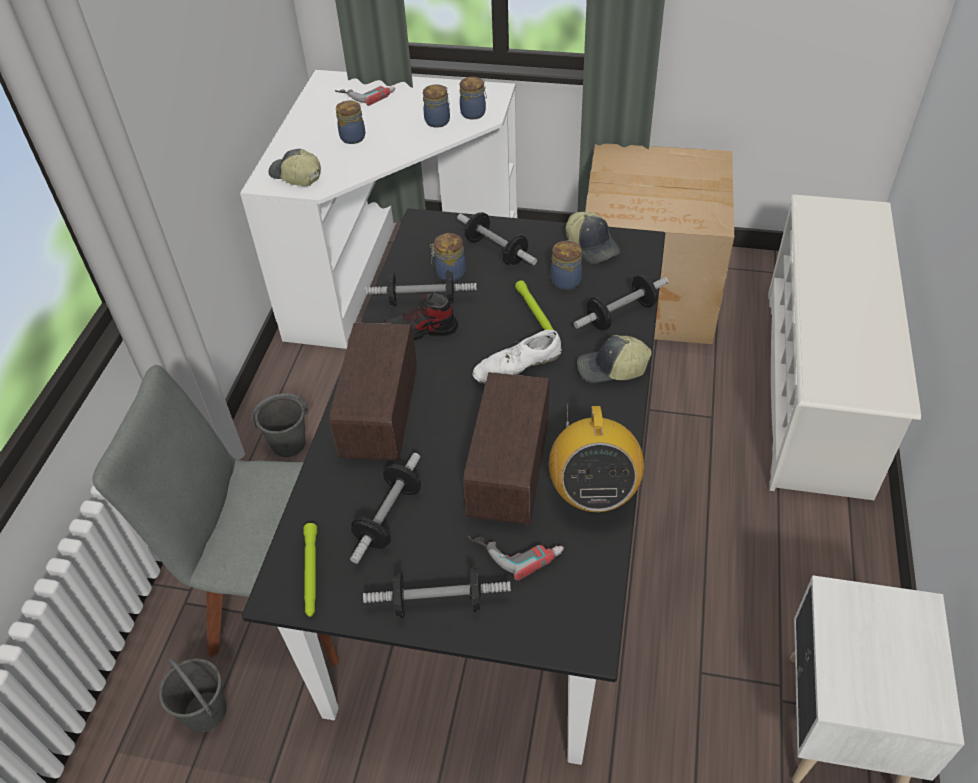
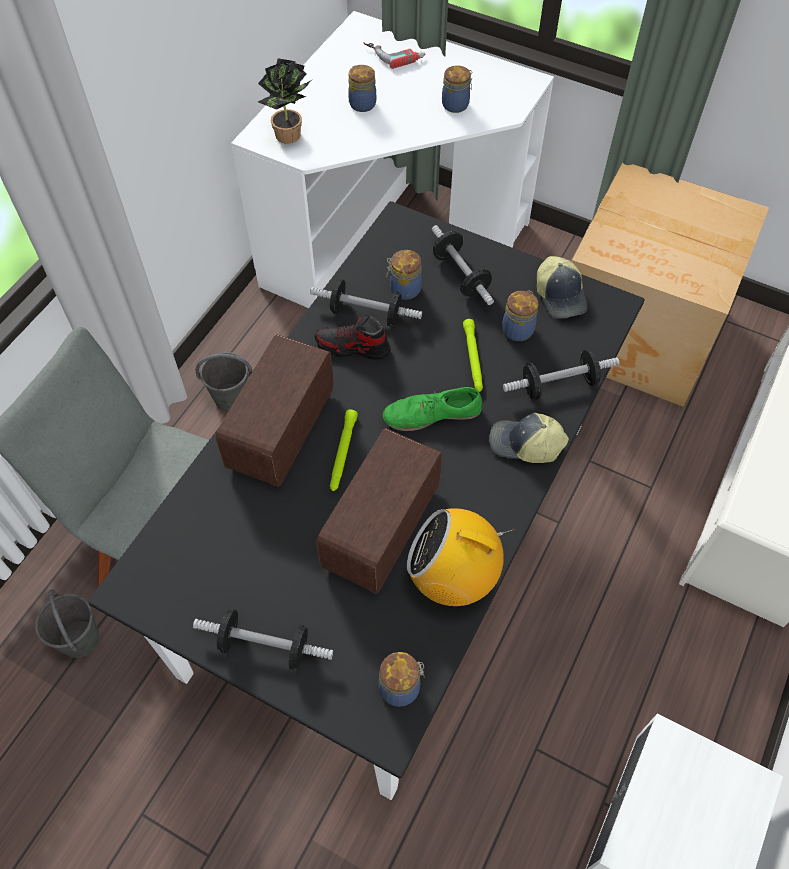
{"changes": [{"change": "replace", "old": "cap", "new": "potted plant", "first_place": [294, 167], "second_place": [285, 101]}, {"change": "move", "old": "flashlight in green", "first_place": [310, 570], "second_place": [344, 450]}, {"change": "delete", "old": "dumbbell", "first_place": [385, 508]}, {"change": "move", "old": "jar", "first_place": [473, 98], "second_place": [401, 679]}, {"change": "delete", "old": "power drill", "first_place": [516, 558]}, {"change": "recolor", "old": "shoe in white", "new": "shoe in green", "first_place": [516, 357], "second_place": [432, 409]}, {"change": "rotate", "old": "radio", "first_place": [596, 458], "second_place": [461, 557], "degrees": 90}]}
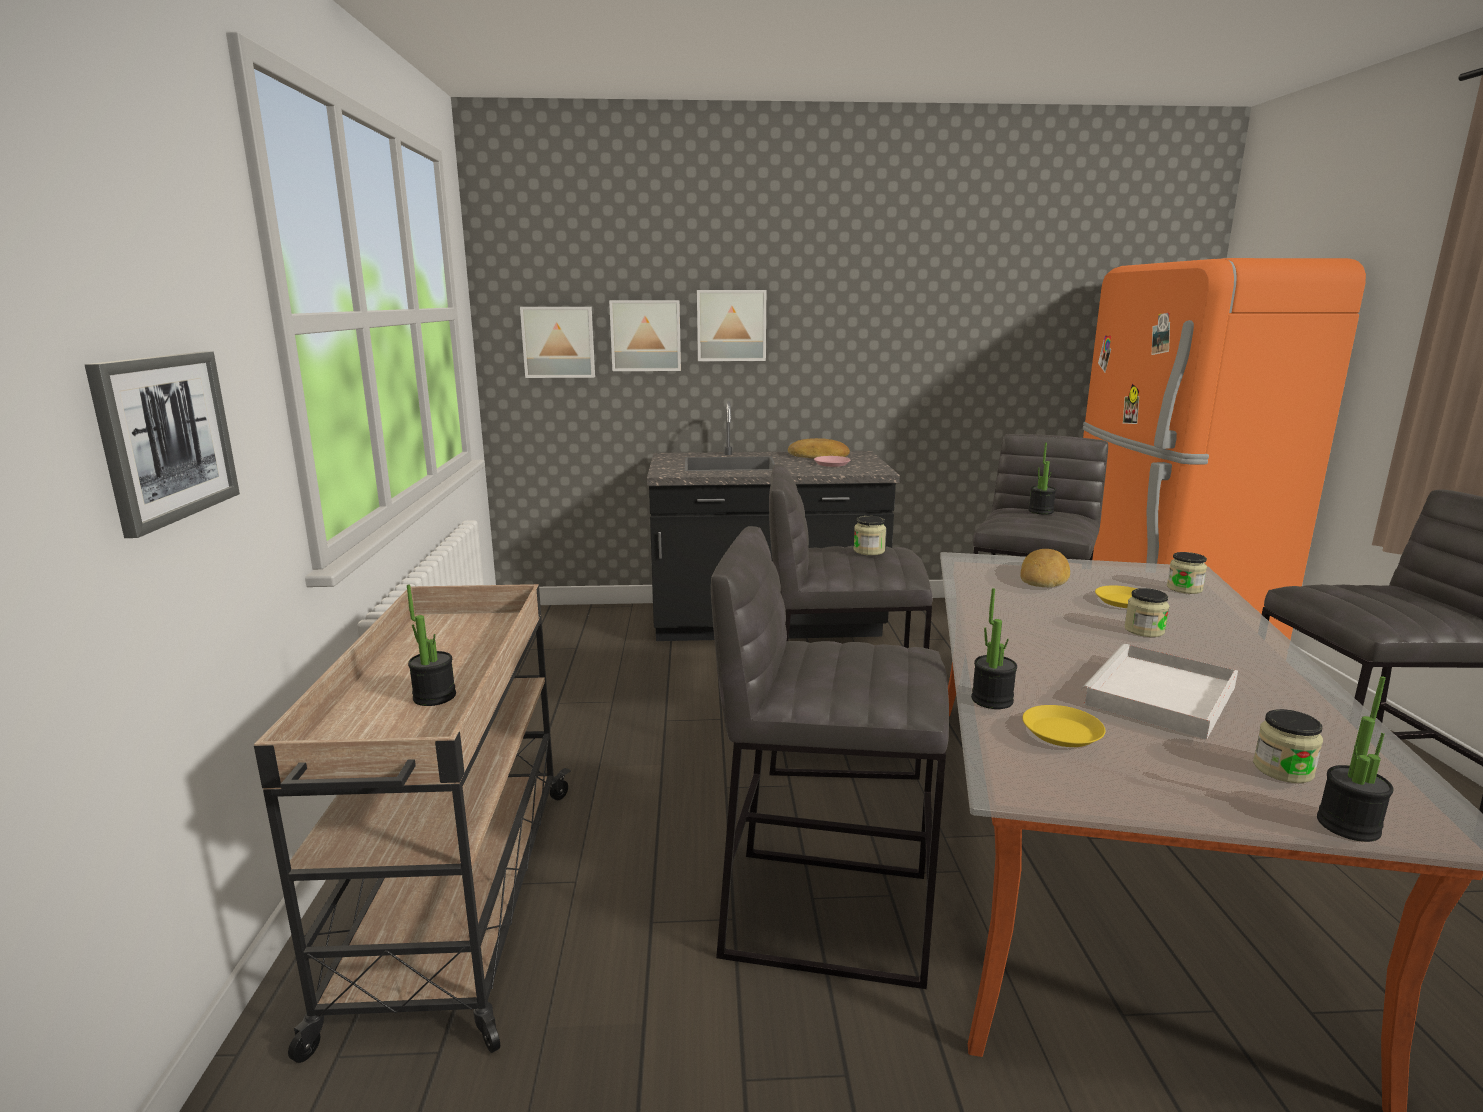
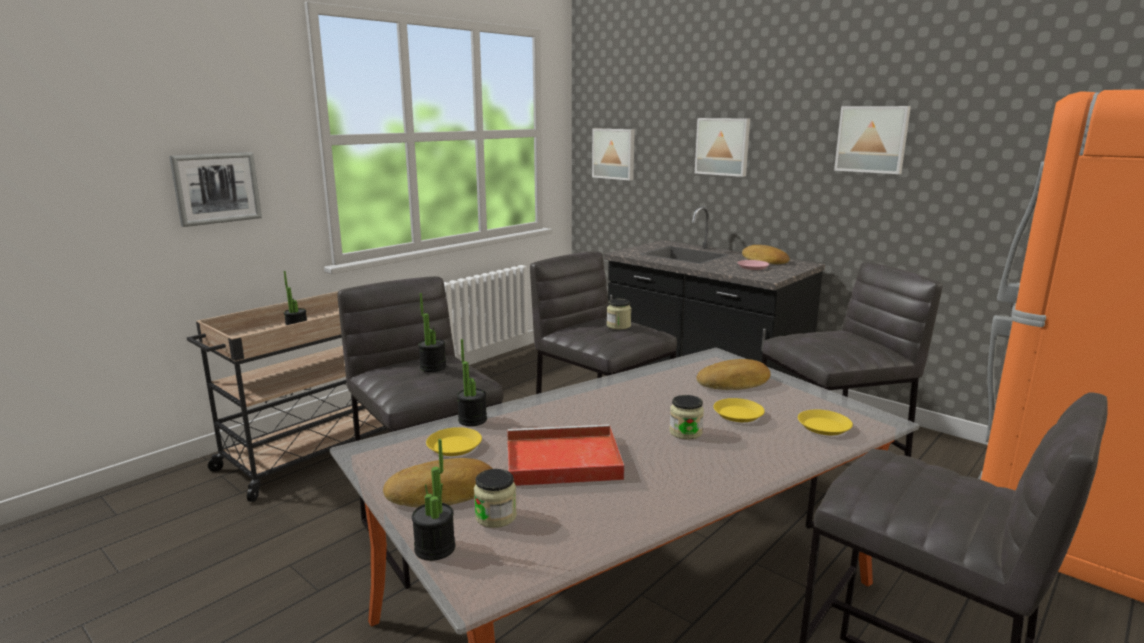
{"changes": [{"change": "move", "old": "picture", "first_place": [645, 335], "second_place": [872, 140]}, {"change": "move", "old": "potted plant", "first_place": [1042, 479], "second_place": [432, 332]}, {"change": "recolor", "old": "tray in white", "new": "tray in red", "first_place": [1159, 692], "second_place": [566, 455]}, {"change": "replace", "old": "jar", "new": "plate in yellow", "first_place": [1187, 573], "second_place": [825, 422]}, {"change": "insert", "new": "bread", "second_place": [438, 482]}]}
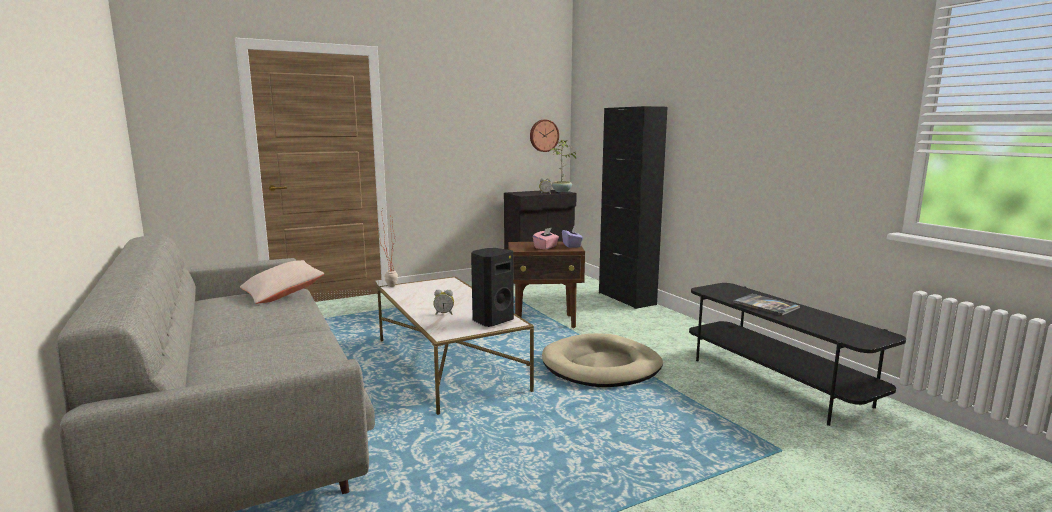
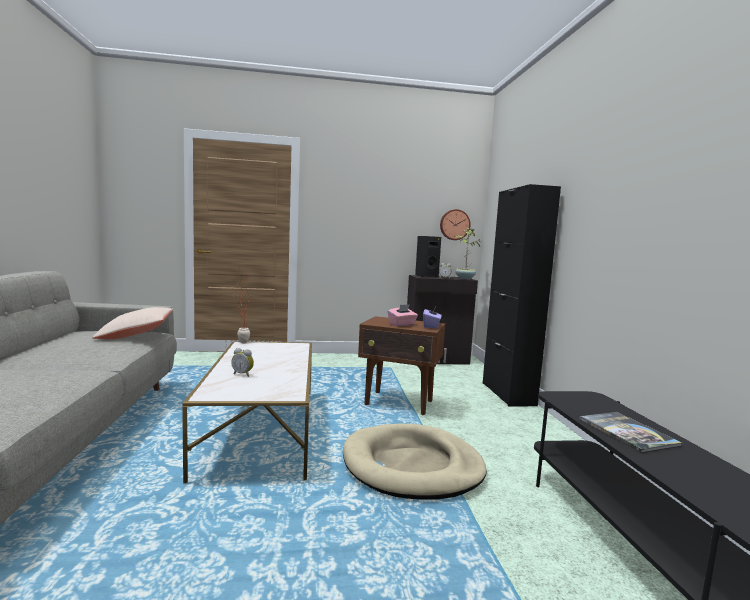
{"changes": [{"change": "move", "old": "speaker in black", "first_place": [492, 287], "second_place": [428, 256]}]}
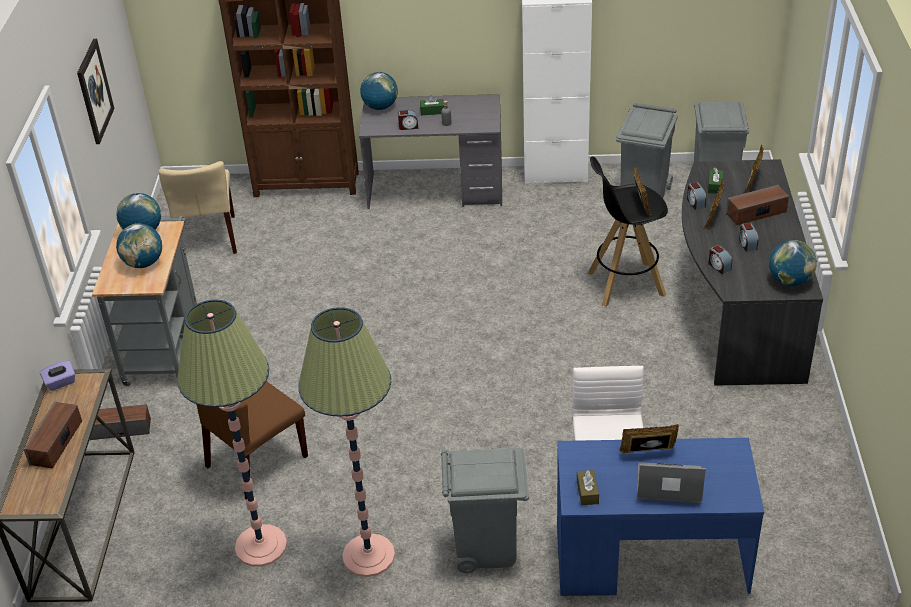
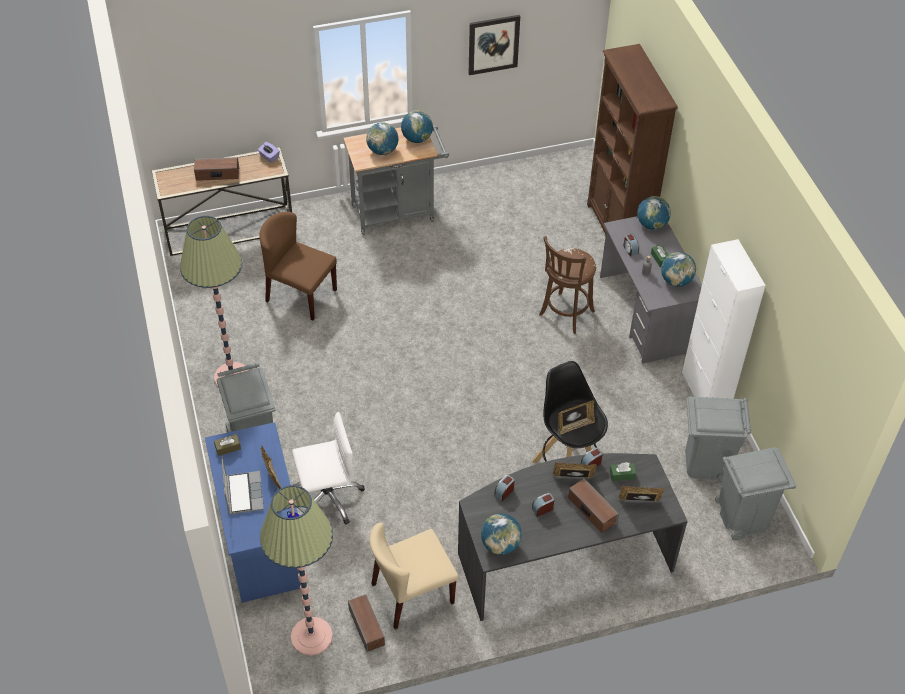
{"changes": [{"change": "move", "old": "speaker", "first_place": [120, 422], "second_place": [366, 623]}, {"change": "move", "old": "chair in beige", "first_place": [197, 207], "second_place": [414, 576]}, {"change": "move", "old": "floor lamp", "first_place": [232, 433], "second_place": [296, 570]}, {"change": "insert", "new": "stool in brown", "second_place": [567, 285]}, {"change": "insert", "new": "globe", "second_place": [678, 269]}]}
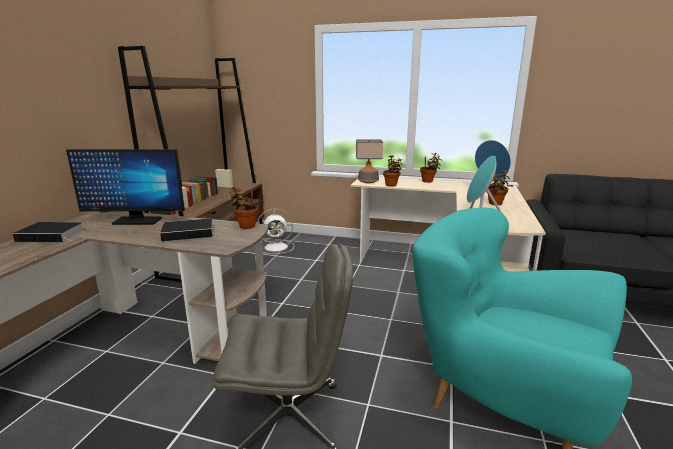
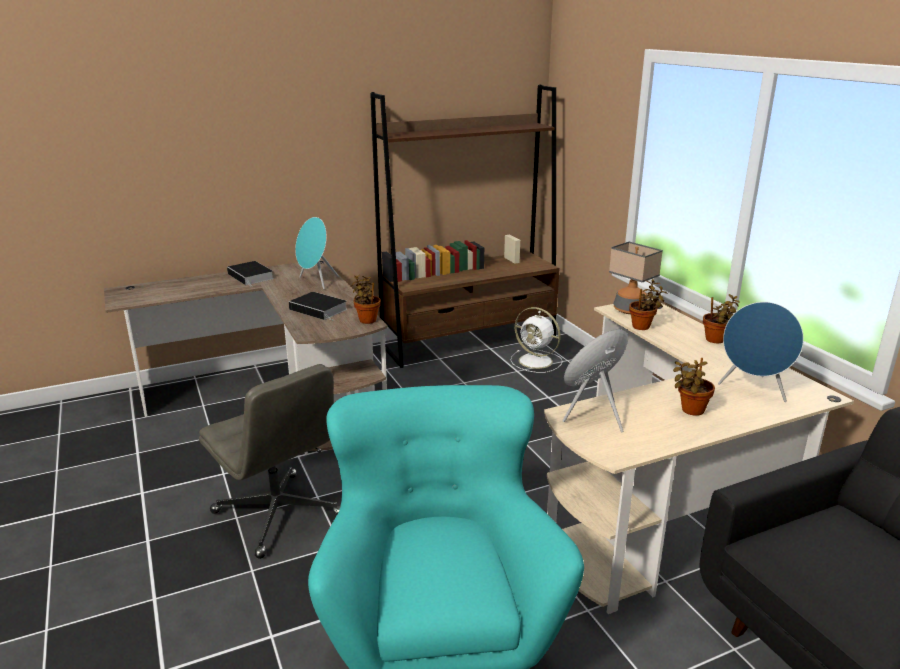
{"changes": [{"change": "replace", "old": "monitor", "new": "speaker in turquoise", "first_place": [125, 187], "second_place": [317, 253]}]}
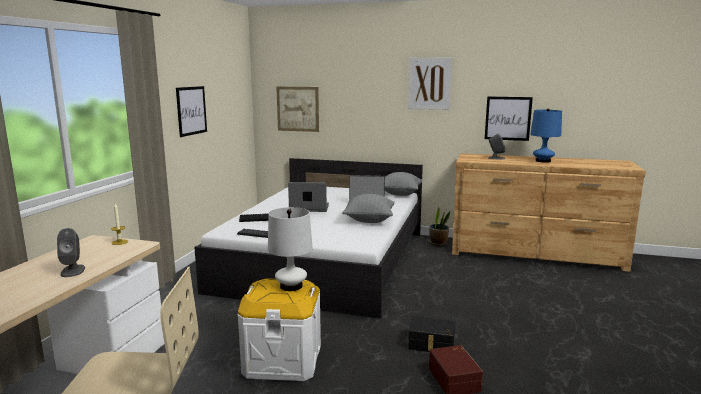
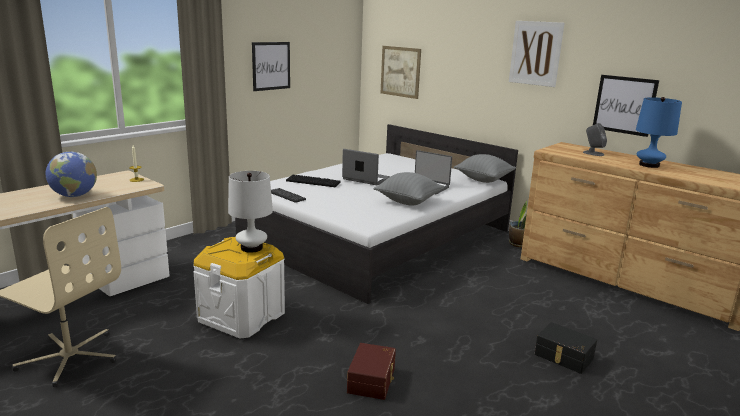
{"changes": [{"change": "replace", "old": "speaker in grey", "new": "globe", "first_place": [71, 252], "second_place": [71, 174]}, {"change": "move", "old": "storage box in black", "first_place": [431, 334], "second_place": [566, 348]}]}
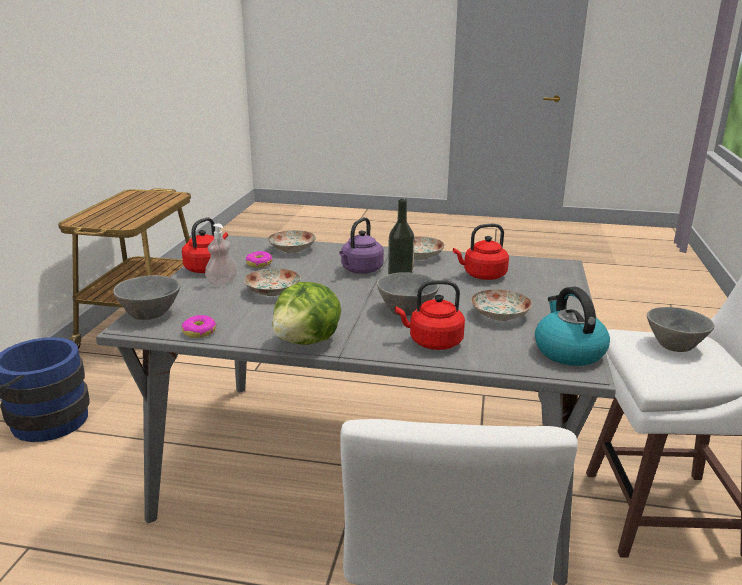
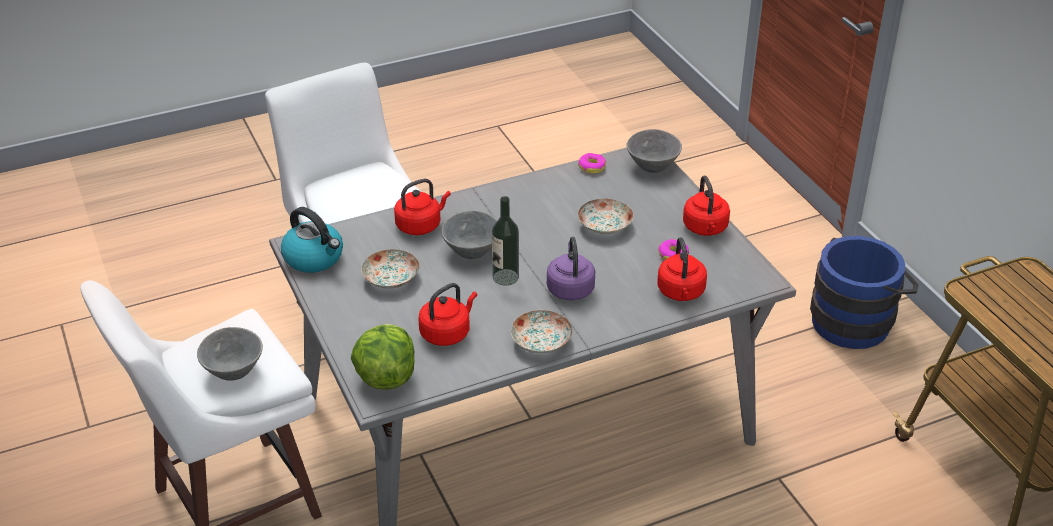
{"changes": [{"change": "delete", "old": "soap dispenser", "first_place": [221, 255]}, {"change": "replace", "old": "plate", "new": "kettle in red", "first_place": [292, 241], "second_place": [682, 269]}, {"change": "move", "old": "lettuce", "first_place": [306, 313], "second_place": [382, 357]}]}
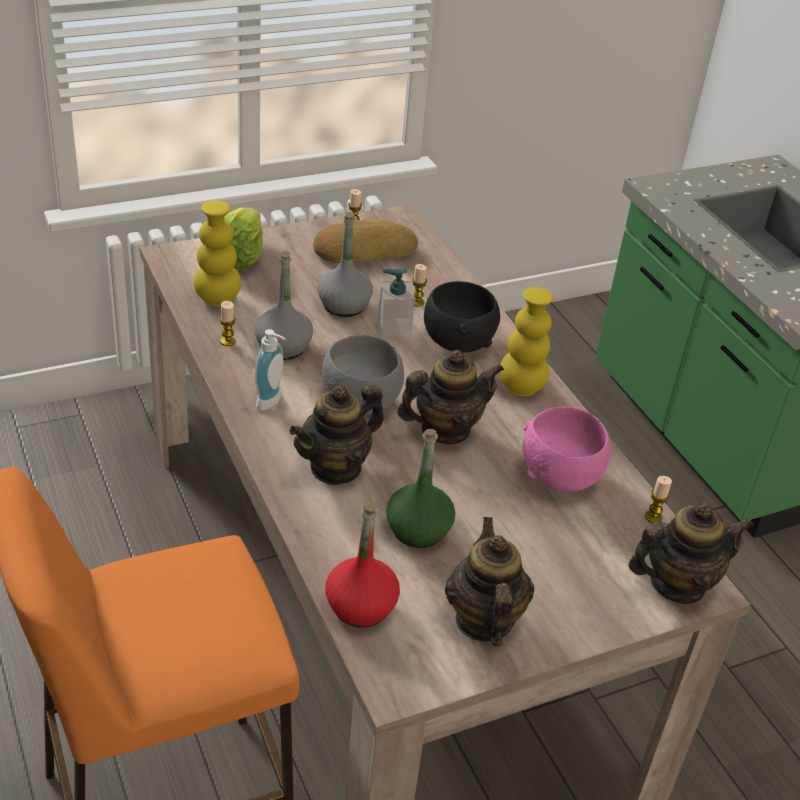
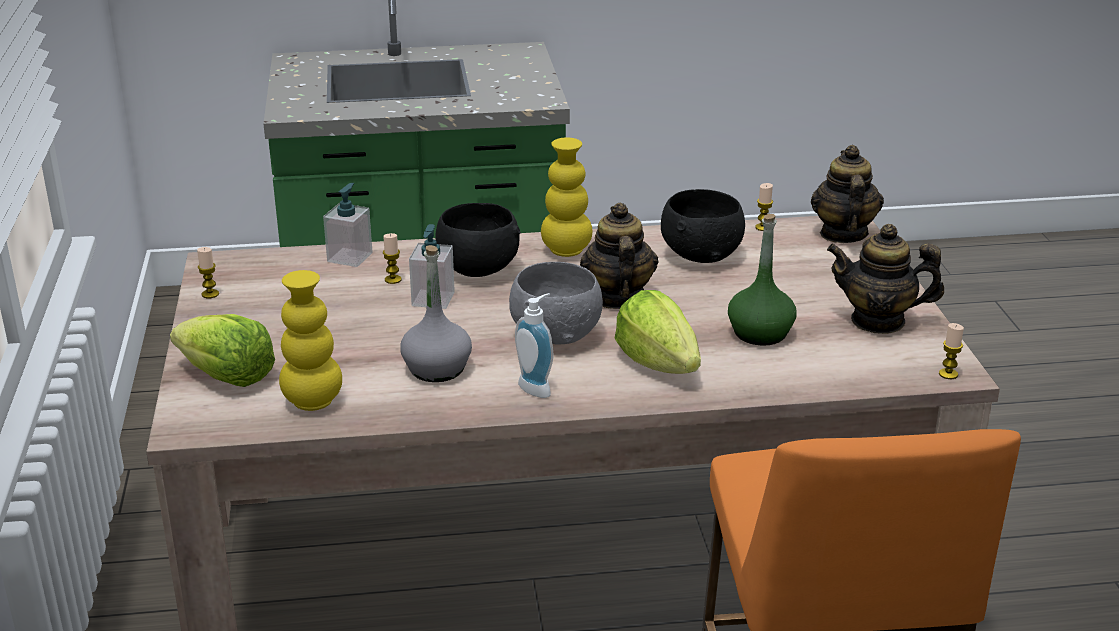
{"changes": [{"change": "move", "old": "candle", "first_place": [228, 323], "second_place": [951, 351]}, {"change": "replace", "old": "teapot", "new": "lettuce", "first_place": [336, 435], "second_place": [658, 332]}, {"change": "delete", "old": "bread", "first_place": [365, 241]}, {"change": "delete", "old": "bottle in grey", "first_place": [345, 264]}, {"change": "delete", "old": "bottle in red", "first_place": [363, 565]}, {"change": "recolor", "old": "bowl in pink", "new": "bowl in black", "first_place": [567, 449], "second_place": [703, 226]}, {"change": "insert", "new": "soap dispenser", "second_place": [348, 225]}]}
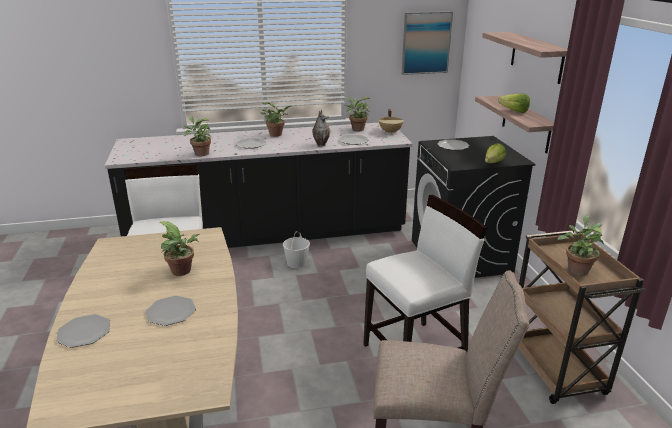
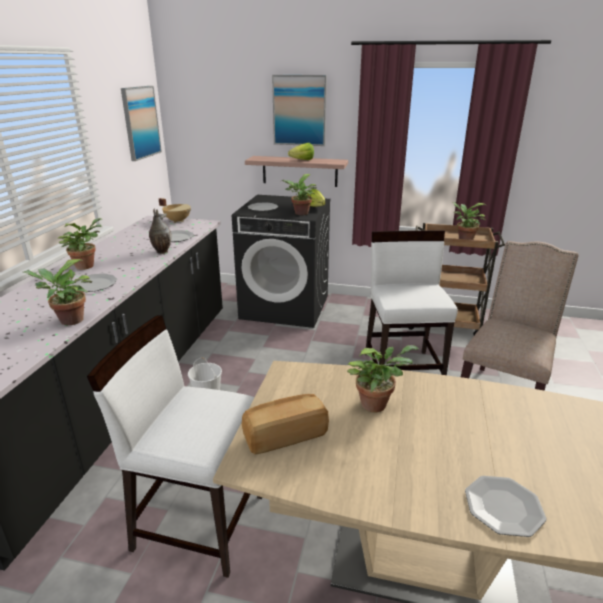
{"changes": [{"change": "delete", "old": "plate", "first_place": [171, 311]}, {"change": "move", "old": "potted plant", "first_place": [357, 114], "second_place": [299, 194]}, {"change": "replace", "old": "shelf", "new": "picture", "first_place": [525, 58], "second_place": [299, 110]}, {"change": "insert", "new": "bread", "second_place": [285, 424]}]}
